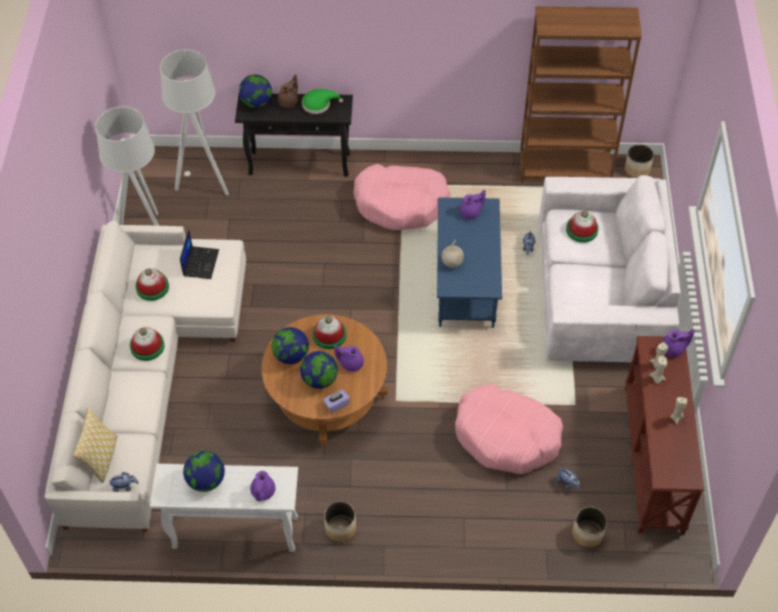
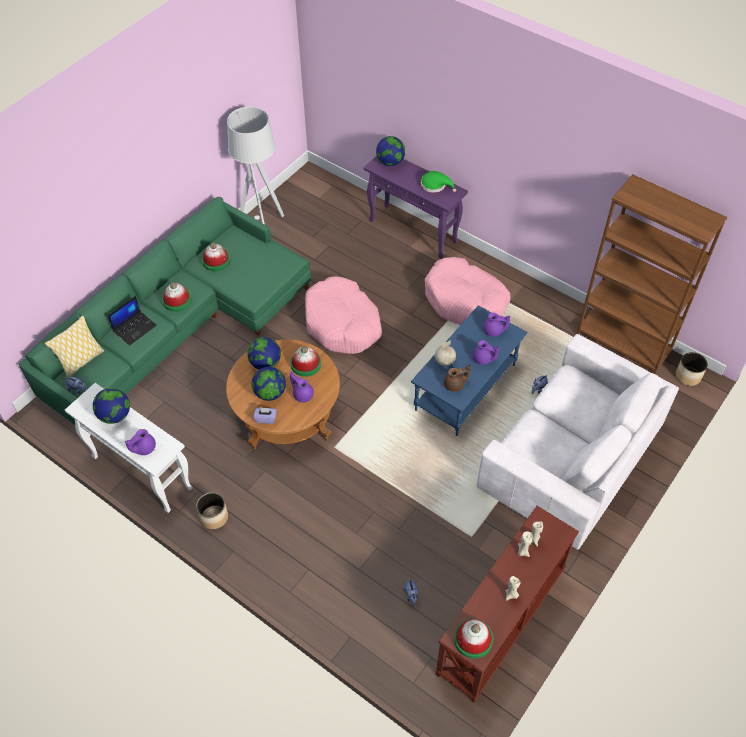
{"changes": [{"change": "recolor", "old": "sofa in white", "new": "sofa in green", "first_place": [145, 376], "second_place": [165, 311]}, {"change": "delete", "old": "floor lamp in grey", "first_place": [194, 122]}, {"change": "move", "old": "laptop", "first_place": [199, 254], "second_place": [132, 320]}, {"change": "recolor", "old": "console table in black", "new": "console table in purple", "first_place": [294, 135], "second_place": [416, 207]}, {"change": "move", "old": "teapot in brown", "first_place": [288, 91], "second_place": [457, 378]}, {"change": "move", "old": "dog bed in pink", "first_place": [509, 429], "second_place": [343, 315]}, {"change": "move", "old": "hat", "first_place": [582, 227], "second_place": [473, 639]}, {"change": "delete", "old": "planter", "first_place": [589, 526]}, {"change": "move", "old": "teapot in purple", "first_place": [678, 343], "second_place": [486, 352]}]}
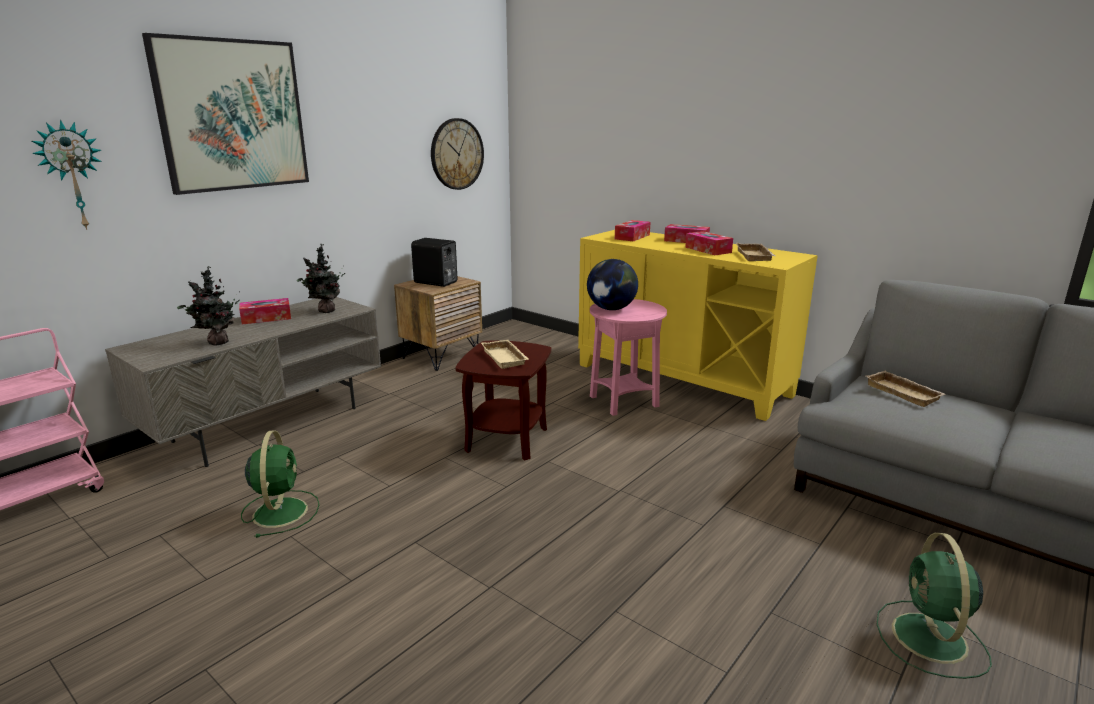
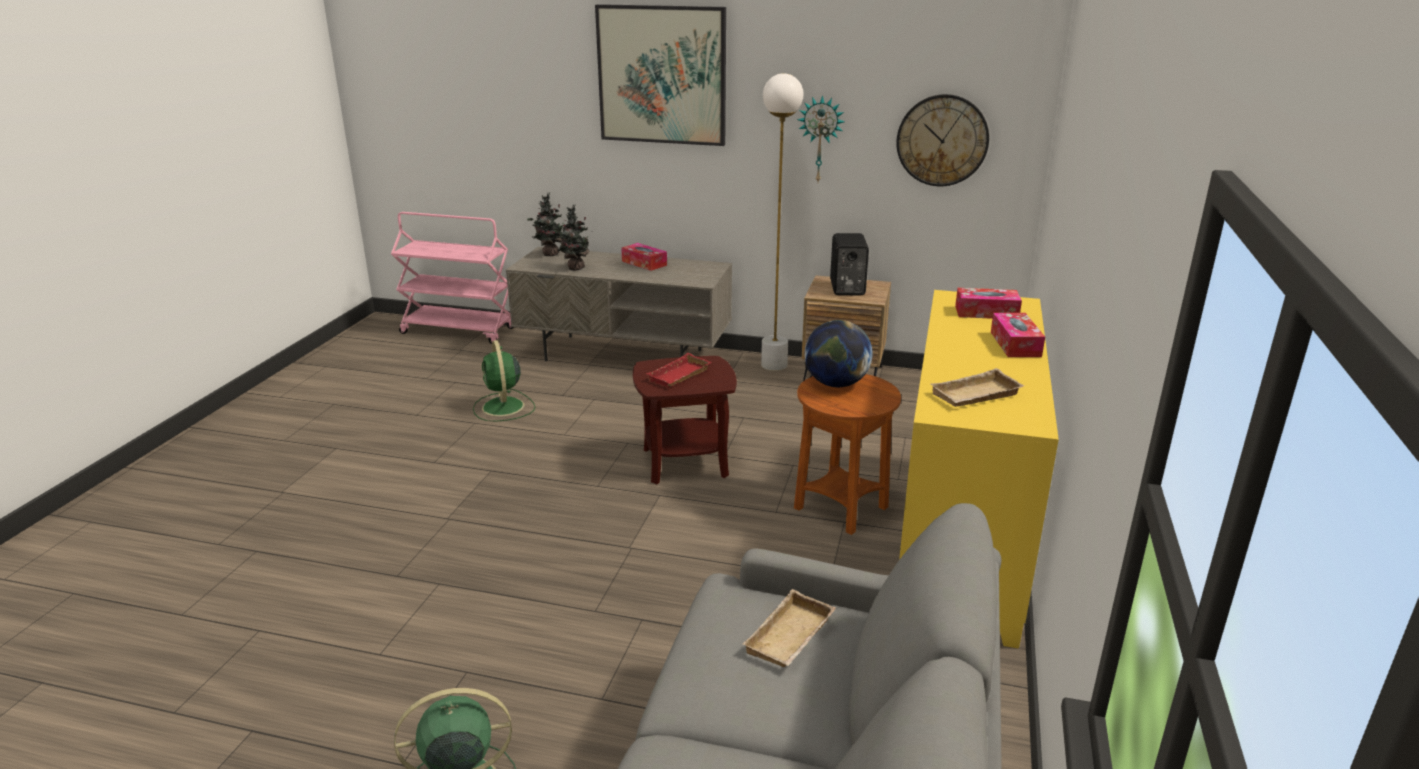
{"changes": [{"change": "move", "old": "wall clock", "first_place": [67, 175], "second_place": [821, 138]}, {"change": "rotate", "old": "fan in green", "first_place": [280, 484], "second_place": [504, 381], "degrees": 105}, {"change": "move", "old": "potted plant", "first_place": [321, 278], "second_place": [547, 224]}, {"change": "recolor", "old": "tray in beige", "new": "tray in red", "first_place": [505, 354], "second_place": [678, 370]}, {"change": "recolor", "old": "side table in pink", "new": "side table in brown", "first_place": [628, 357], "second_place": [847, 454]}, {"change": "delete", "old": "tissue box", "first_place": [709, 243]}, {"change": "insert", "new": "floor lamp in white", "second_place": [782, 222]}]}
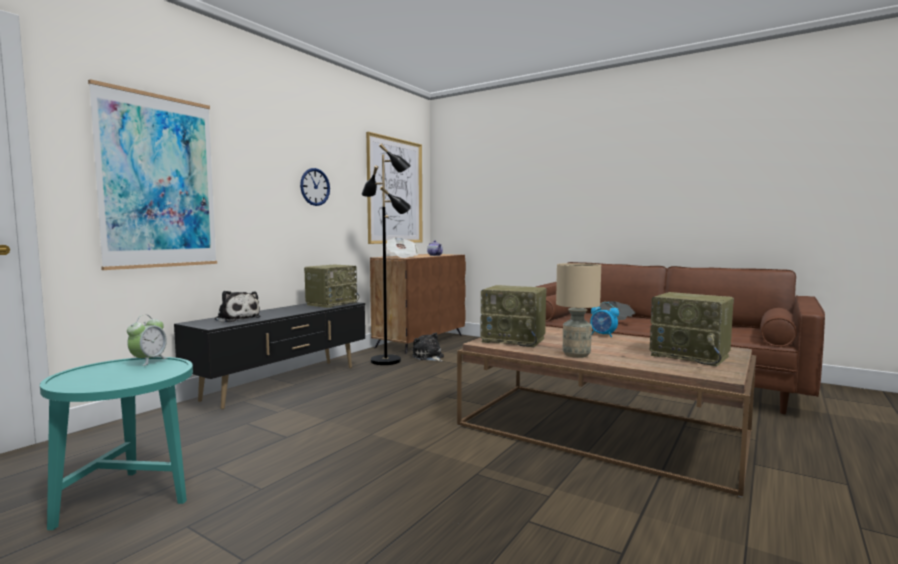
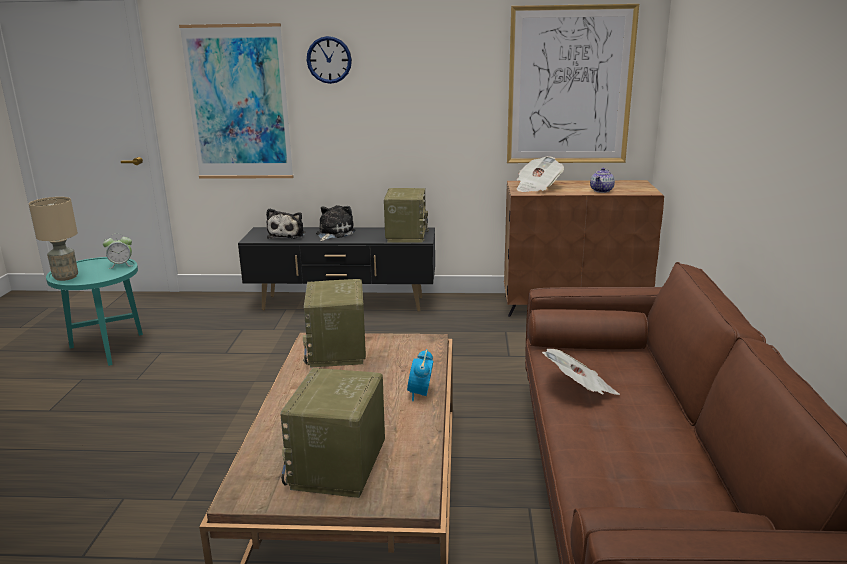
{"changes": [{"change": "move", "old": "wall clock", "first_place": [315, 187], "second_place": [329, 60]}, {"change": "rotate", "old": "radio", "first_place": [331, 286], "second_place": [406, 215], "degrees": -90}, {"change": "delete", "old": "floor lamp in black", "first_place": [386, 254]}, {"change": "move", "old": "plush toy", "first_place": [428, 347], "second_place": [336, 223]}, {"change": "move", "old": "table lamp in beige", "first_place": [578, 310], "second_place": [53, 239]}]}
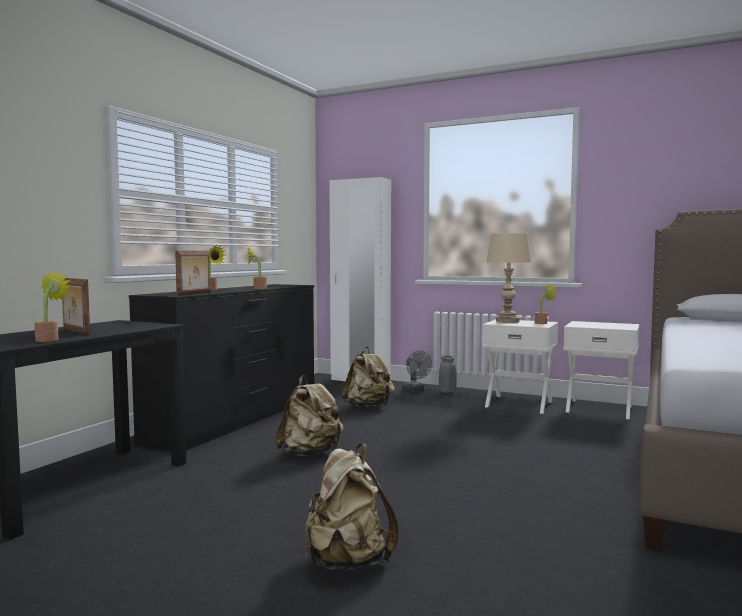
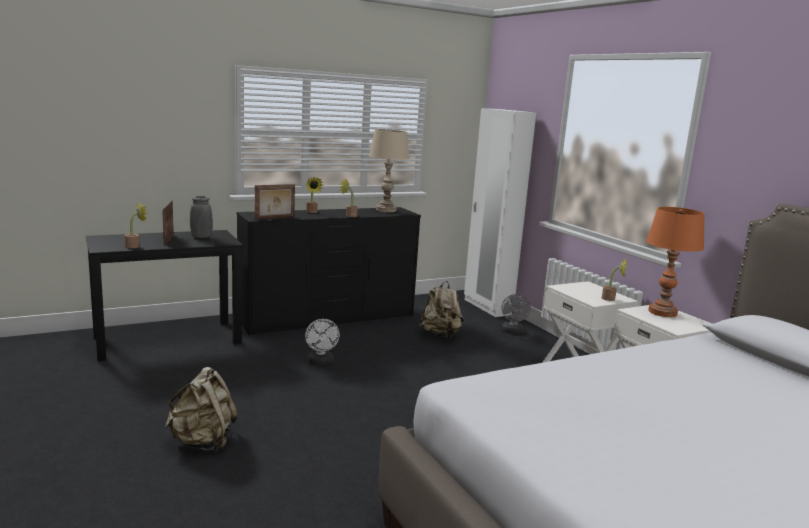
{"changes": [{"change": "replace", "old": "backpack in beige", "new": "fan in white", "first_place": [309, 415], "second_place": [322, 342]}, {"change": "move", "old": "vase in grey", "first_place": [448, 374], "second_place": [201, 217]}, {"change": "move", "old": "table lamp in beige", "first_place": [509, 277], "second_place": [389, 170]}, {"change": "insert", "new": "table lamp in orange", "second_place": [675, 262]}]}
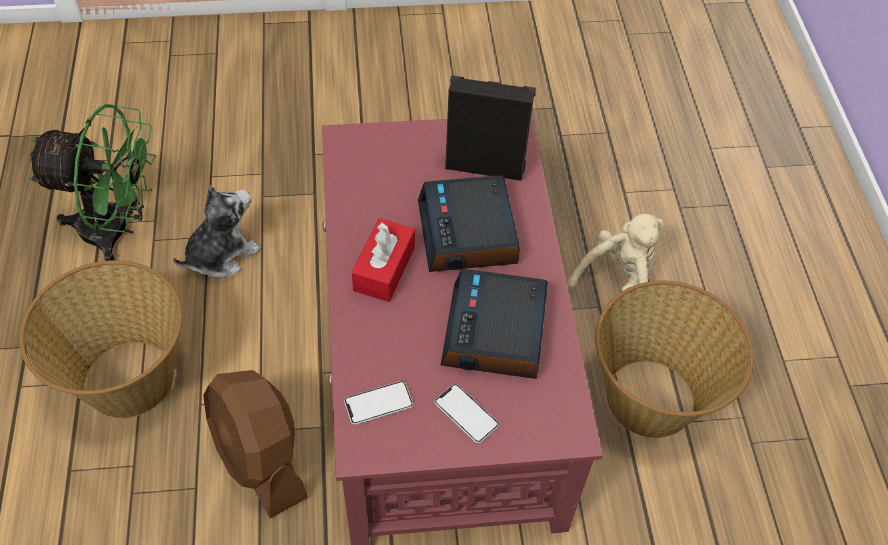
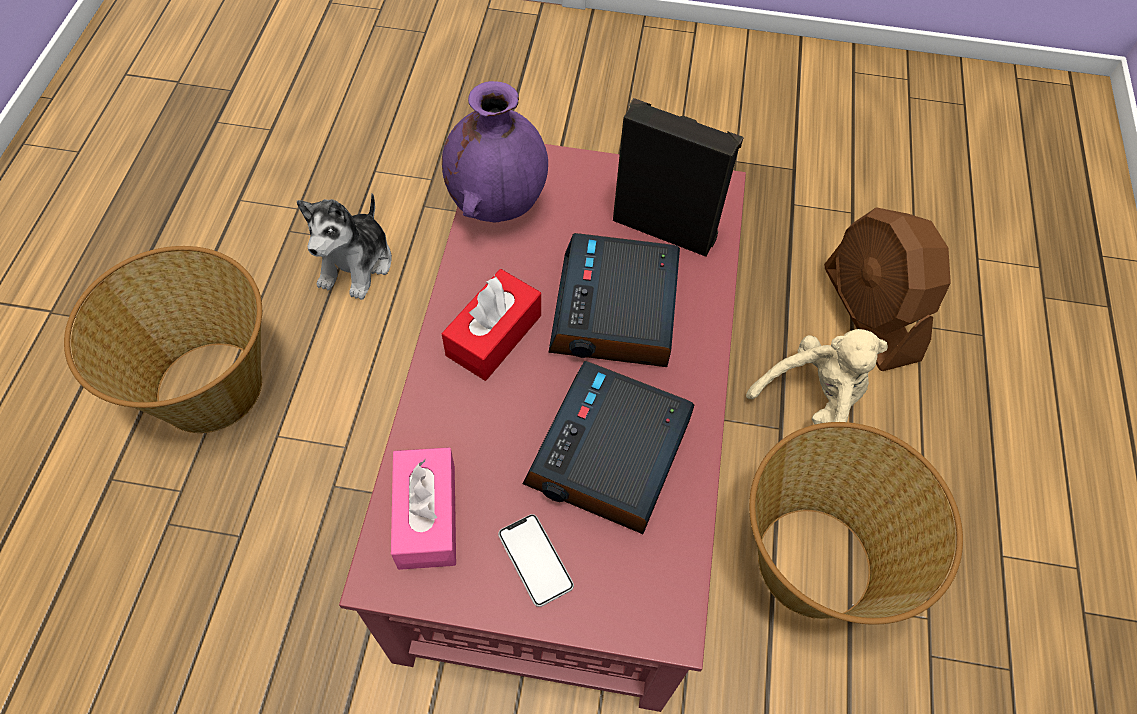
{"changes": [{"change": "delete", "old": "fan in green", "first_place": [92, 182]}, {"change": "rotate", "old": "plush toy", "first_place": [216, 232], "second_place": [344, 246], "degrees": 135}, {"change": "move", "old": "fan in brown", "first_place": [255, 444], "second_place": [887, 289]}, {"change": "replace", "old": "phone", "new": "tissue box in pink", "first_place": [378, 403], "second_place": [423, 508]}, {"change": "insert", "new": "vase in purple", "second_place": [495, 151]}]}
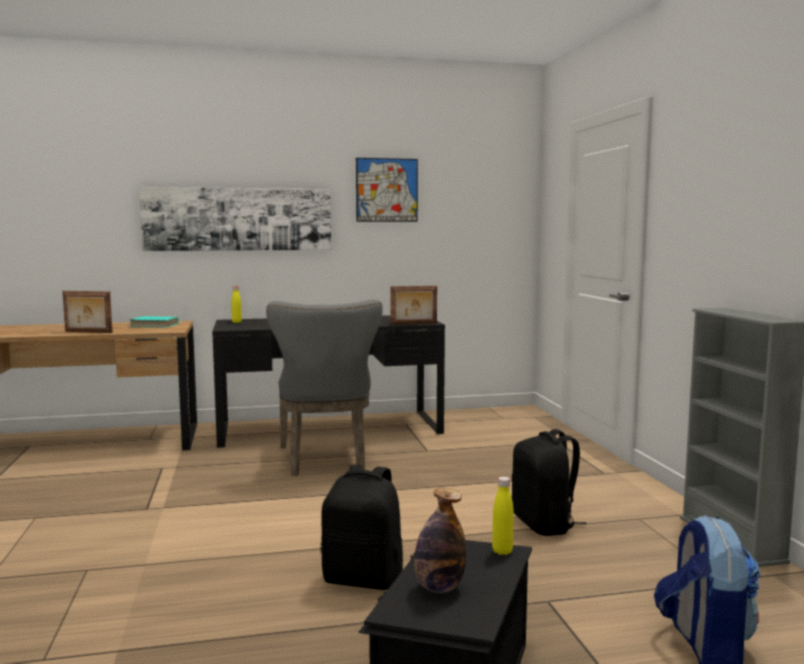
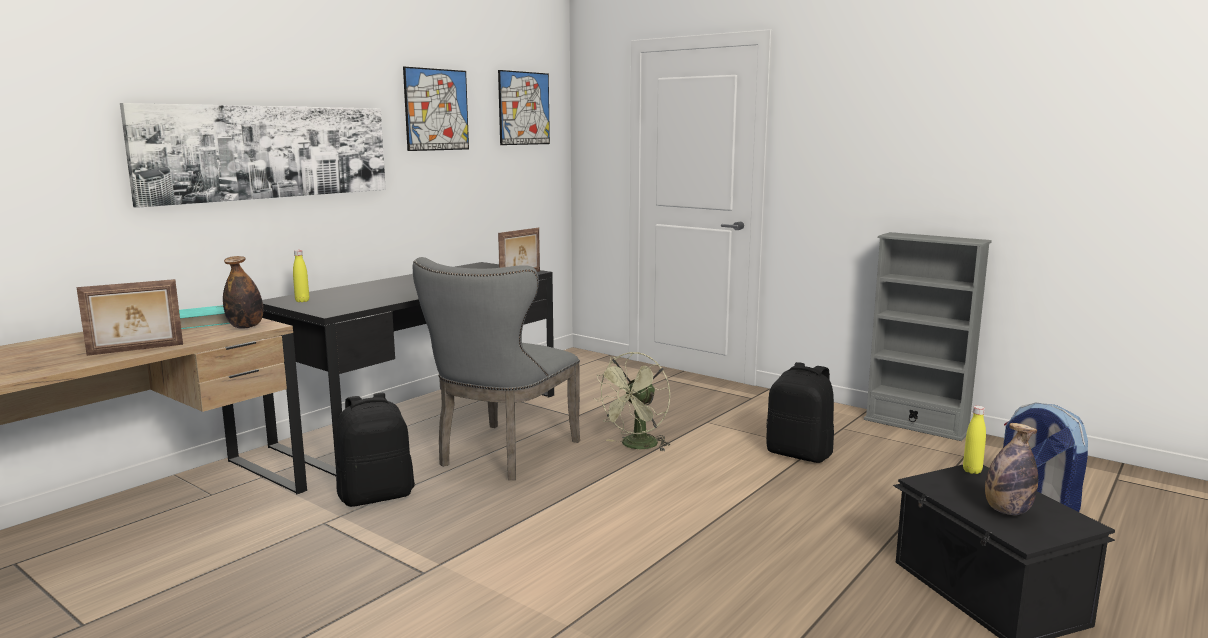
{"changes": [{"change": "rotate", "old": "chair in grey", "first_place": [324, 387], "second_place": [496, 368], "degrees": 75}, {"change": "move", "old": "backpack in black", "first_place": [362, 527], "second_place": [375, 450]}, {"change": "insert", "new": "bottle", "second_place": [243, 292]}, {"change": "insert", "new": "picture", "second_place": [524, 107]}, {"change": "insert", "new": "fan in green", "second_place": [632, 402]}]}
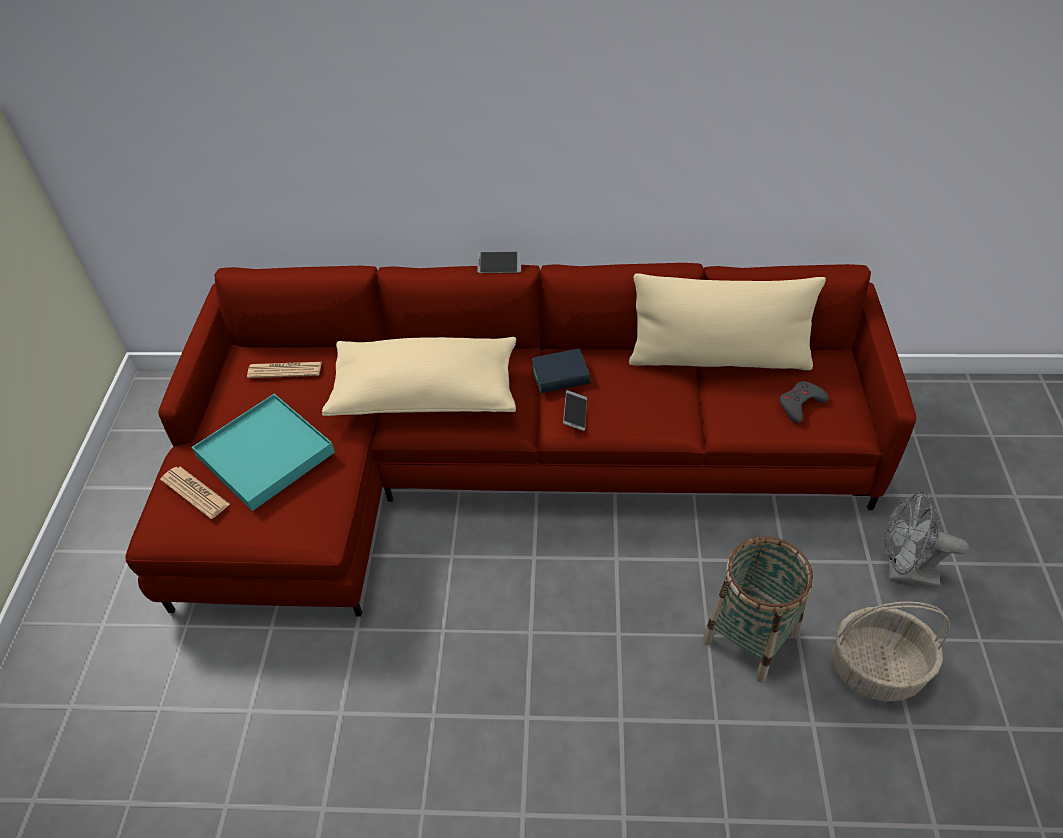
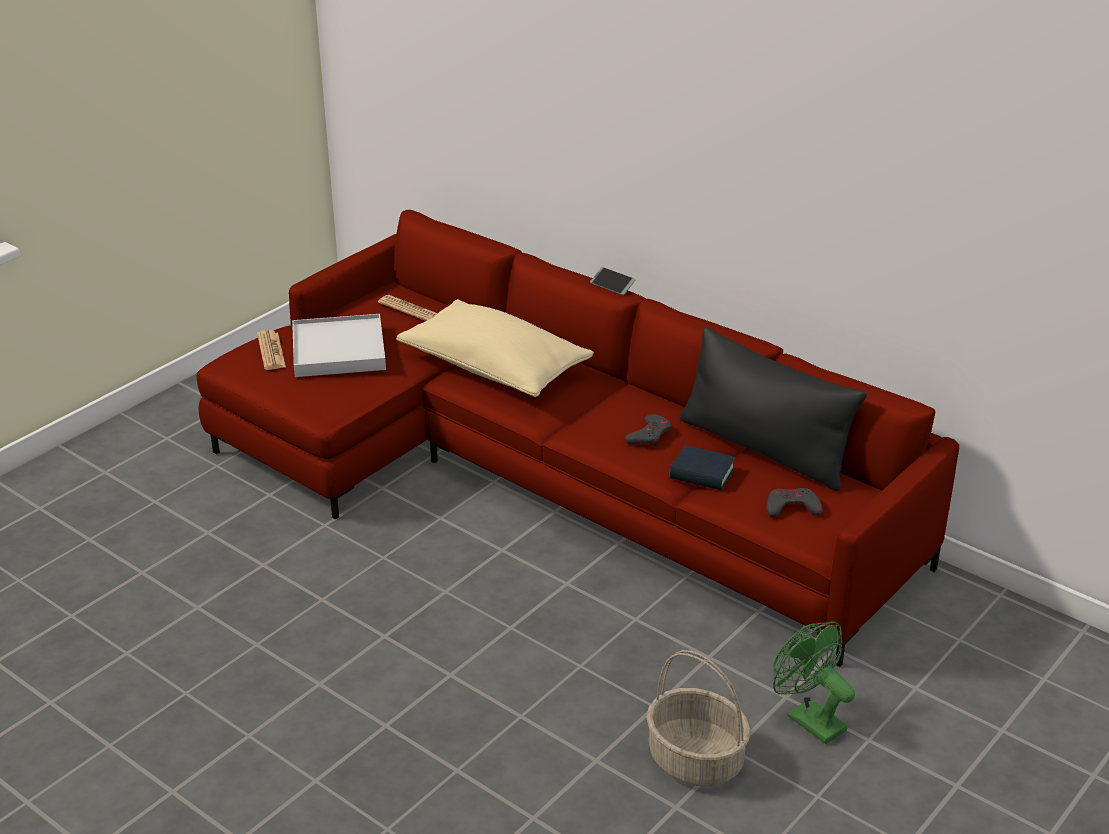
{"changes": [{"change": "recolor", "old": "tray in turquoise", "new": "tray in white", "first_place": [263, 452], "second_place": [339, 345]}, {"change": "move", "old": "book", "first_place": [560, 371], "second_place": [702, 467]}, {"change": "delete", "old": "phone", "first_place": [575, 410]}, {"change": "recolor", "old": "pillow in beige", "new": "pillow in black", "first_place": [727, 322], "second_place": [773, 409]}, {"change": "delete", "old": "basket", "first_place": [757, 609]}, {"change": "recolor", "old": "fan in grey", "new": "fan in green", "first_place": [926, 539], "second_place": [814, 682]}, {"change": "insert", "new": "game controller in grey", "second_place": [648, 430]}]}
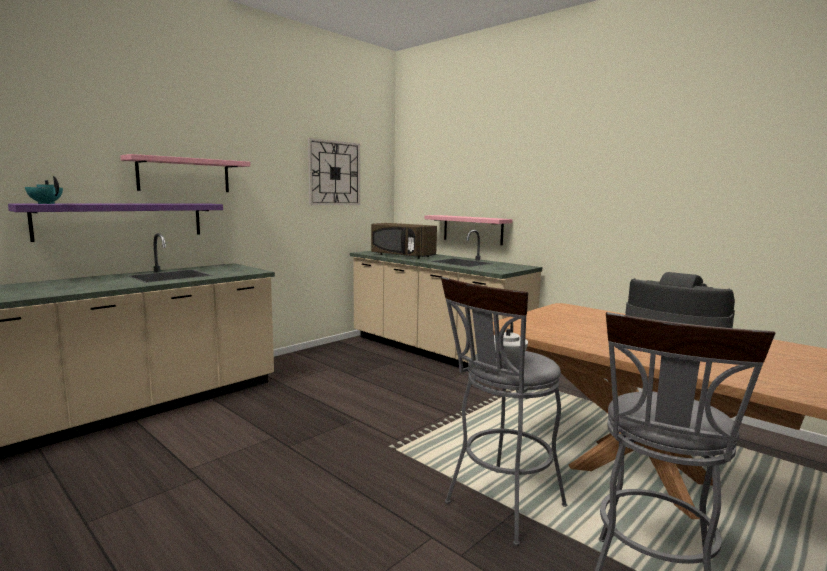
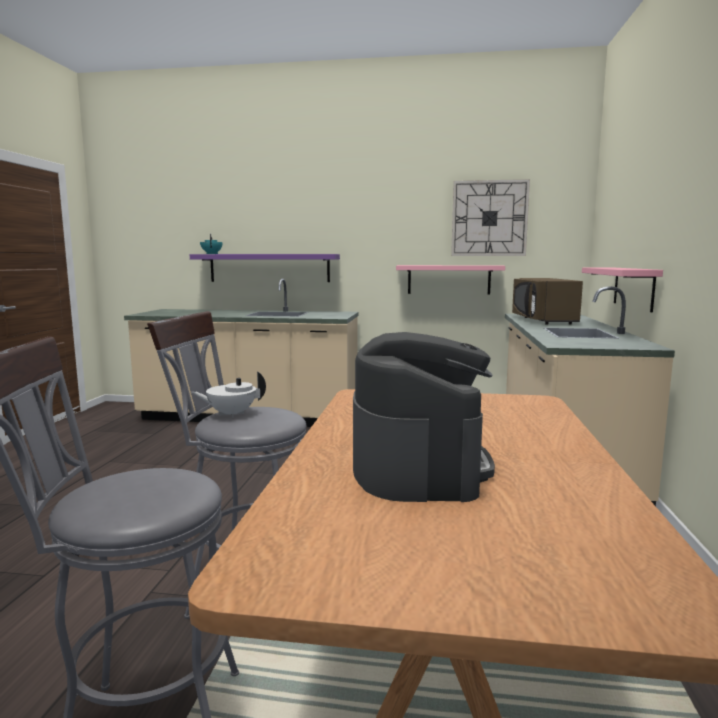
{"changes": [{"change": "move", "old": "shelf in pink", "first_place": [185, 173], "second_place": [450, 280]}]}
